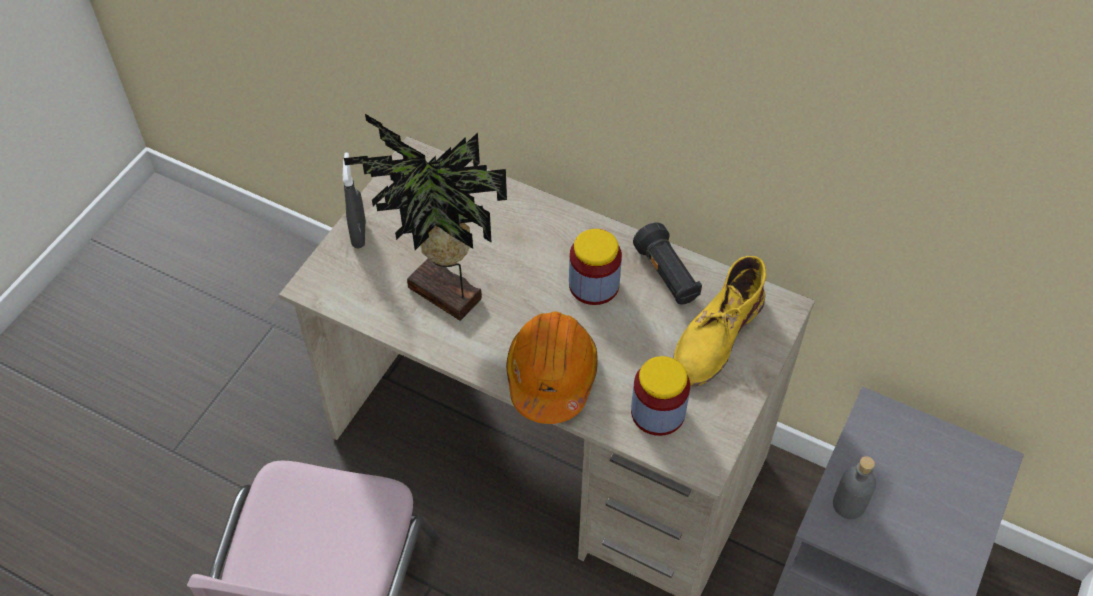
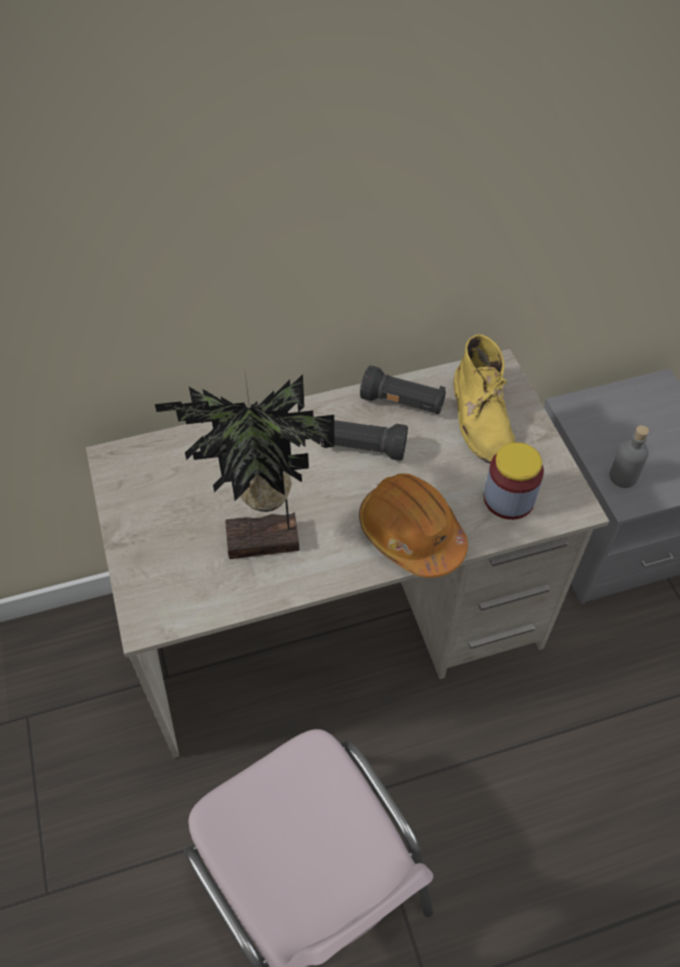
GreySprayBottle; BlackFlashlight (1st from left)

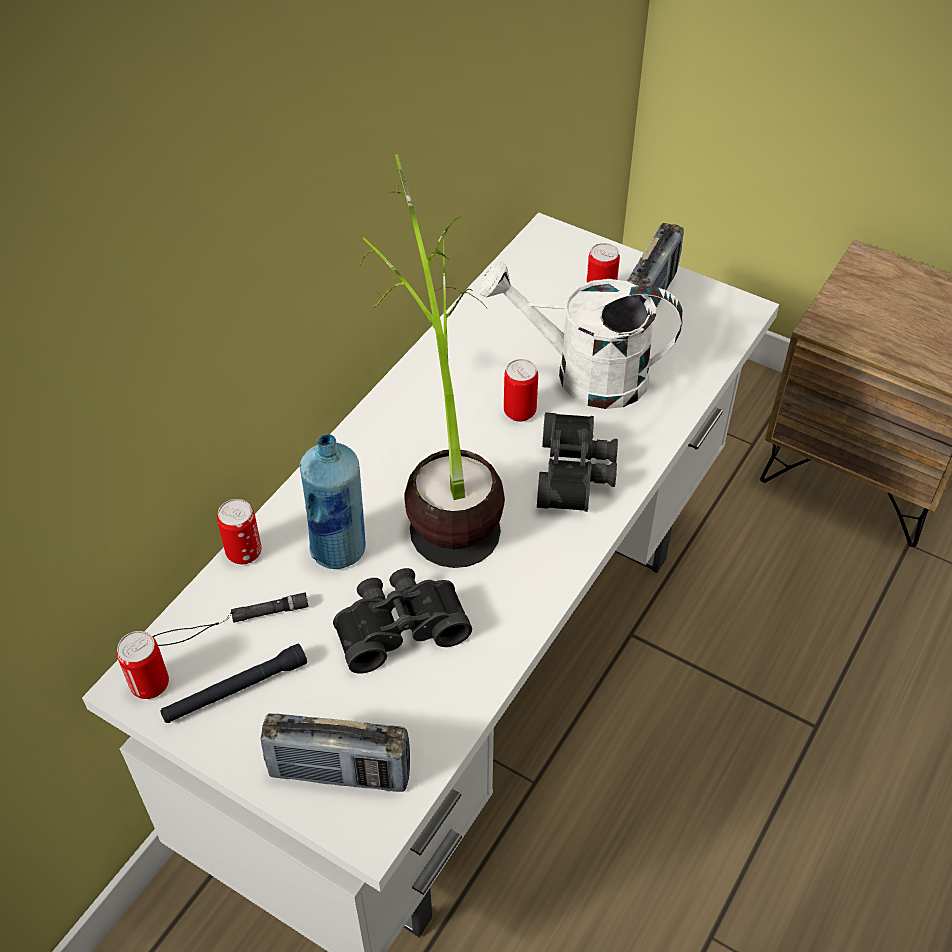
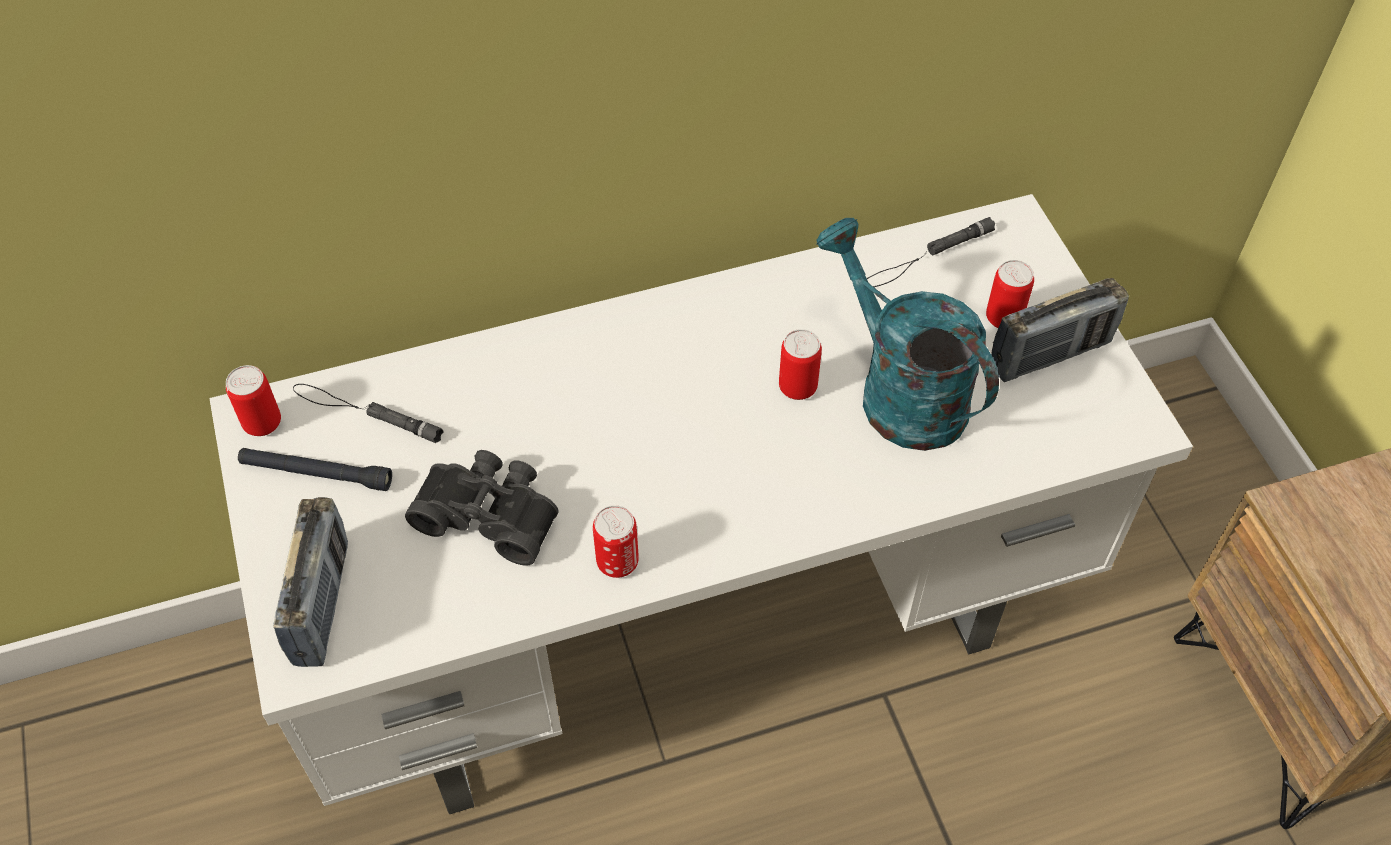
Can (2nd from left); Radio (1st from left); BlueBottle; PottedPlant; TurquoiseWateringCan; BlackBinoculars (2nd from left in the first image); BlackFlashlight (3rd from left)

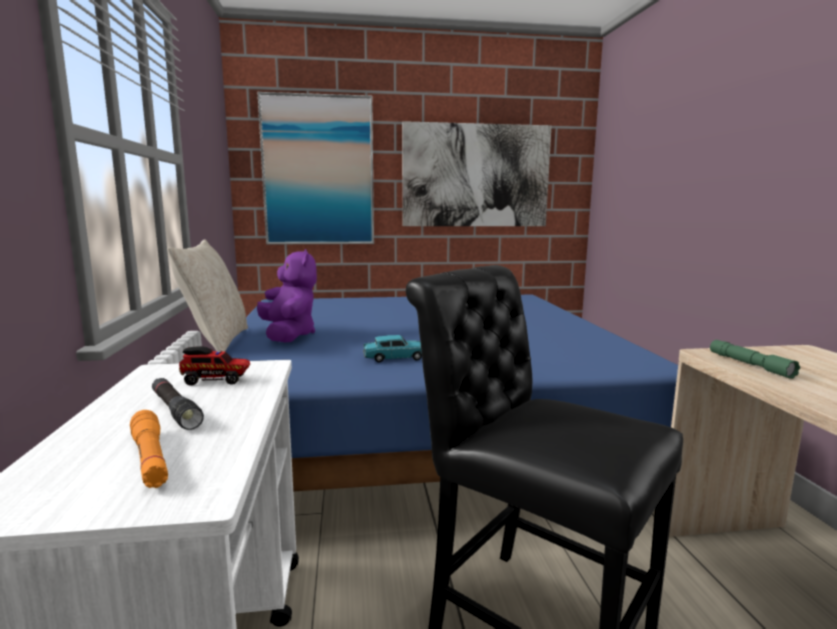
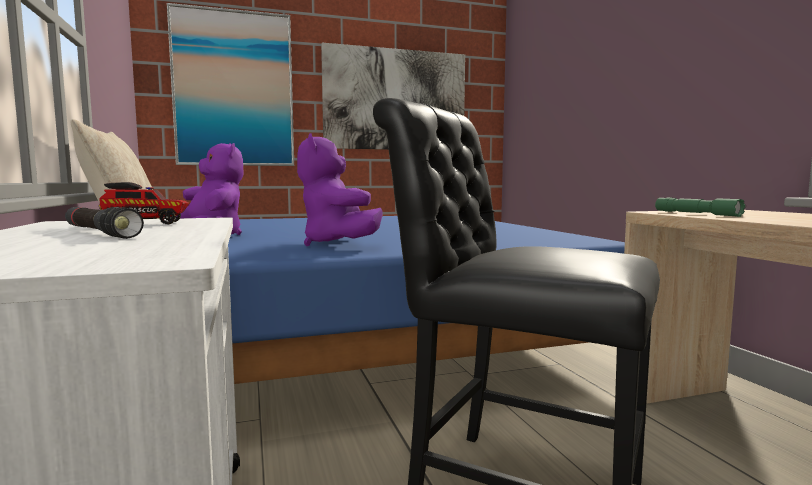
OrangeFlashlight; PurplePlushToy (2nd from left)

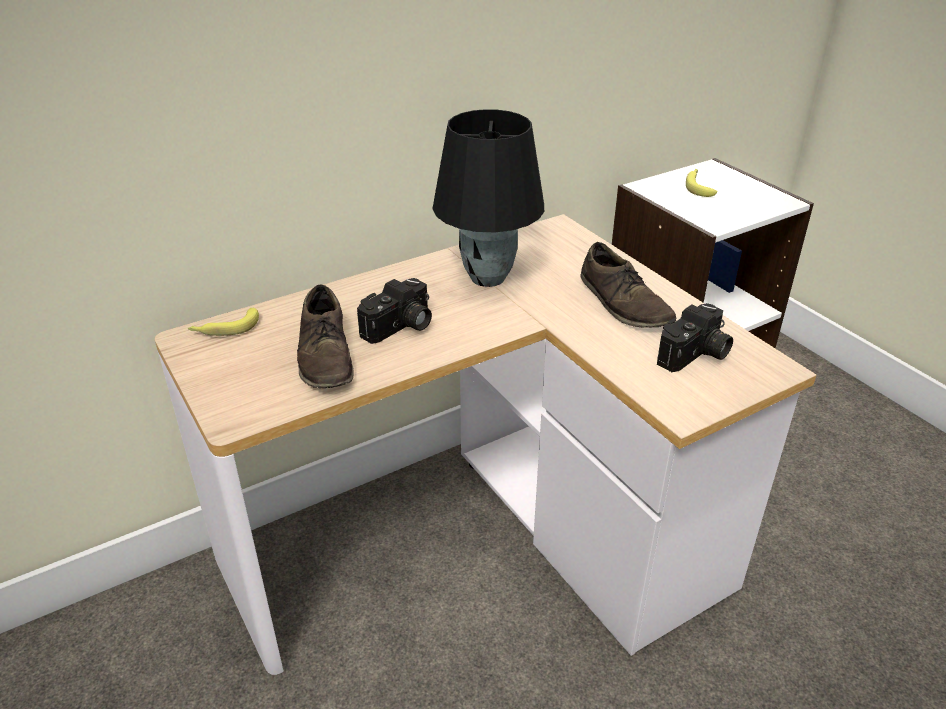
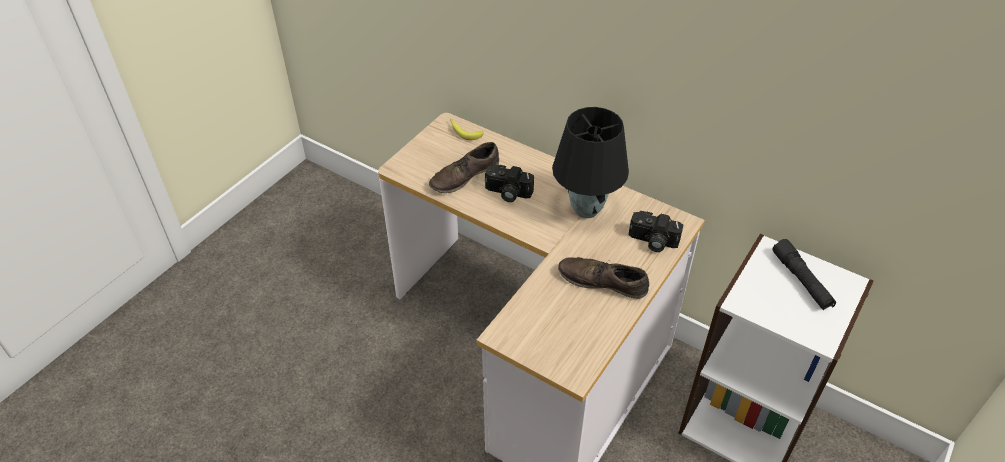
BrownShoe (2nd from left); PhotoCamera (2nd from left); BlackFlashlight

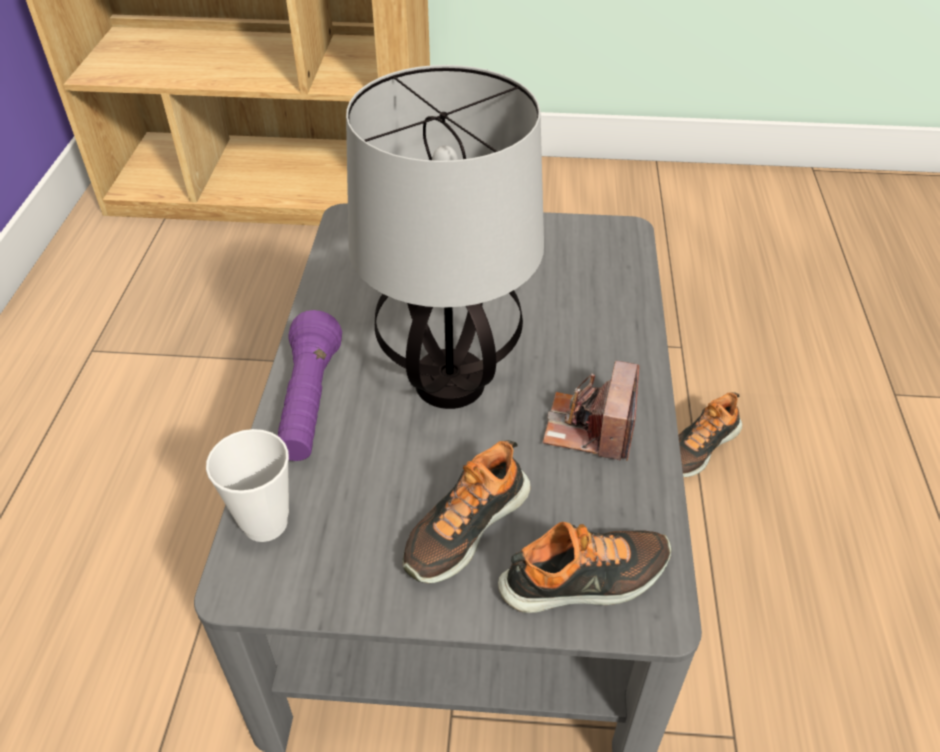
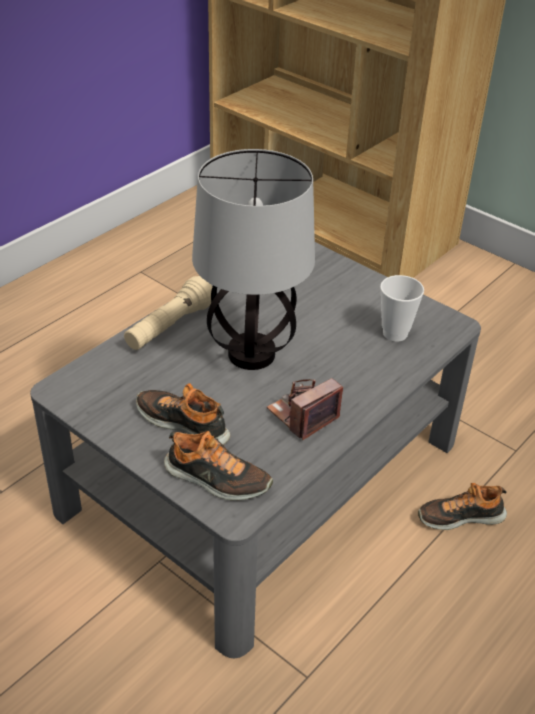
Cup; BeigeFlashlight; Shoe (1st from left)

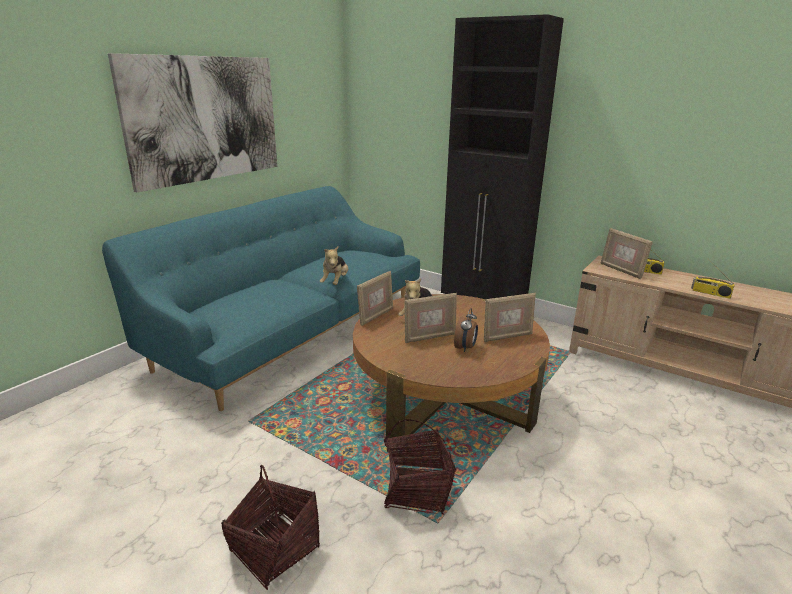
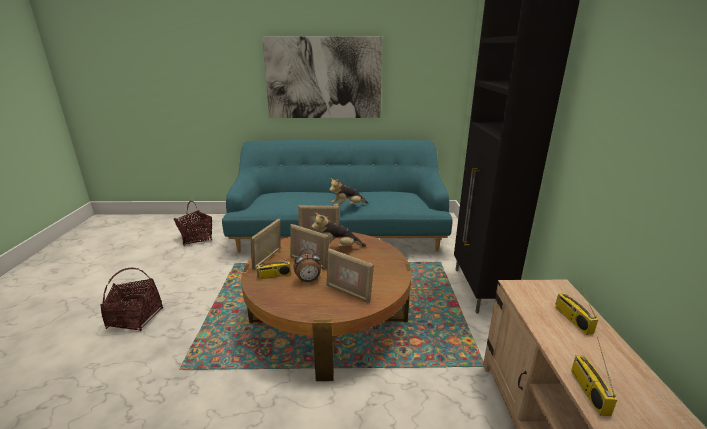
Basket (2nd from left); PictureFrame (1st from left); Radio (1st from left)

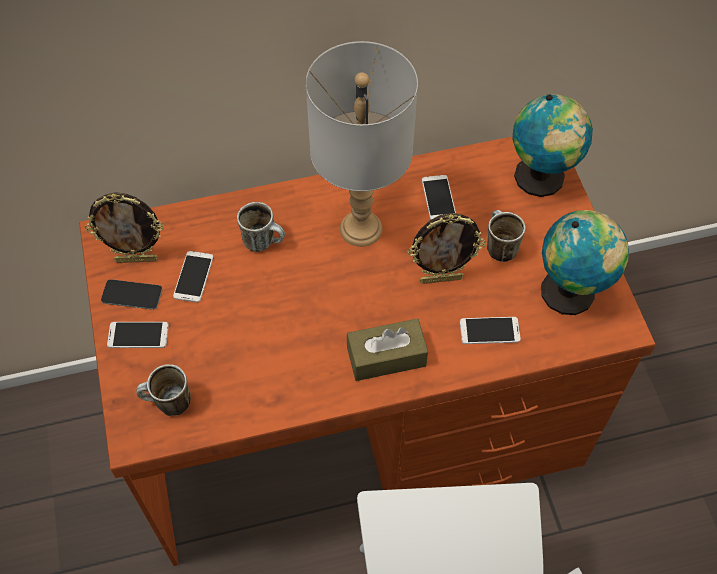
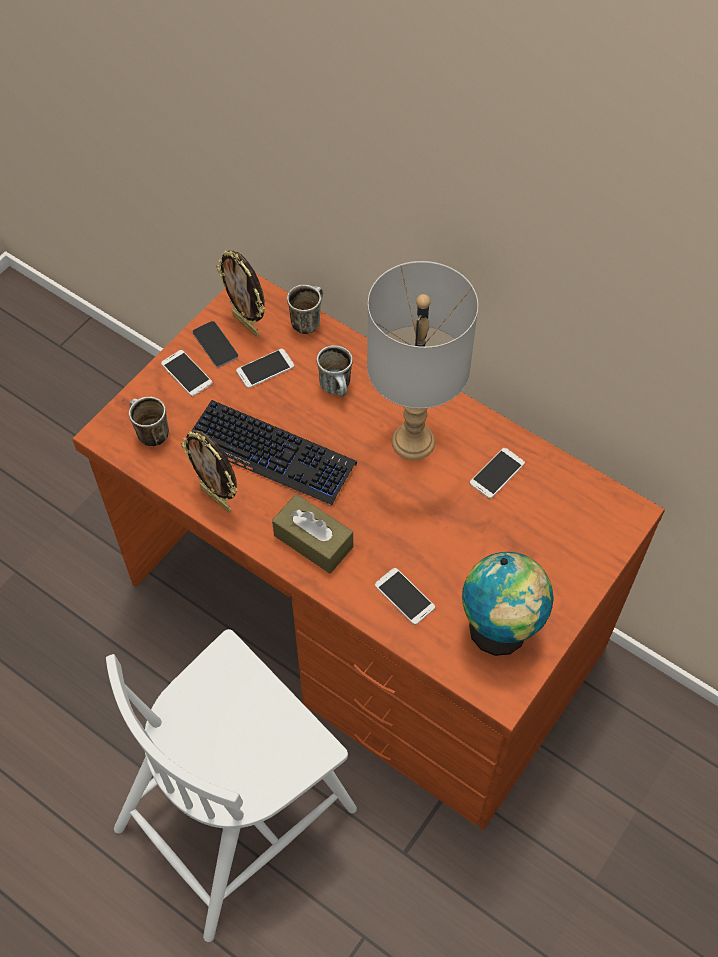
PictureFrame (1st from left); Mug (2nd from left); Globe (1st from left in the first image); Keyboard

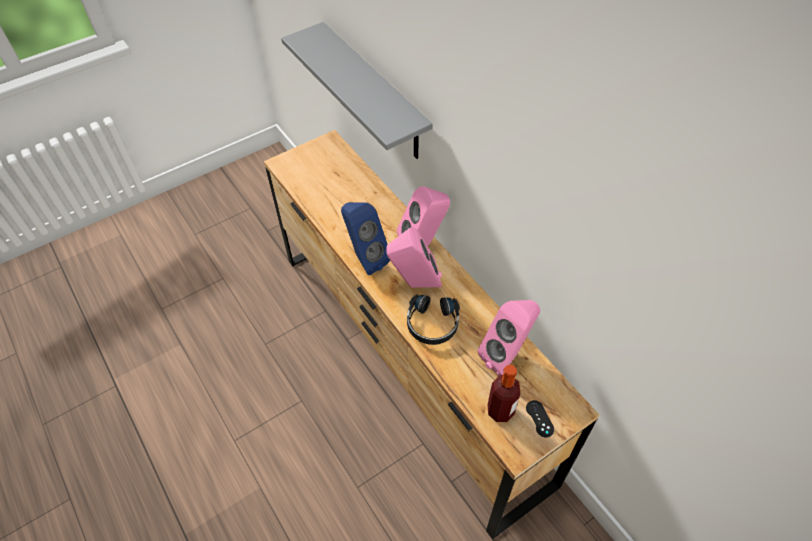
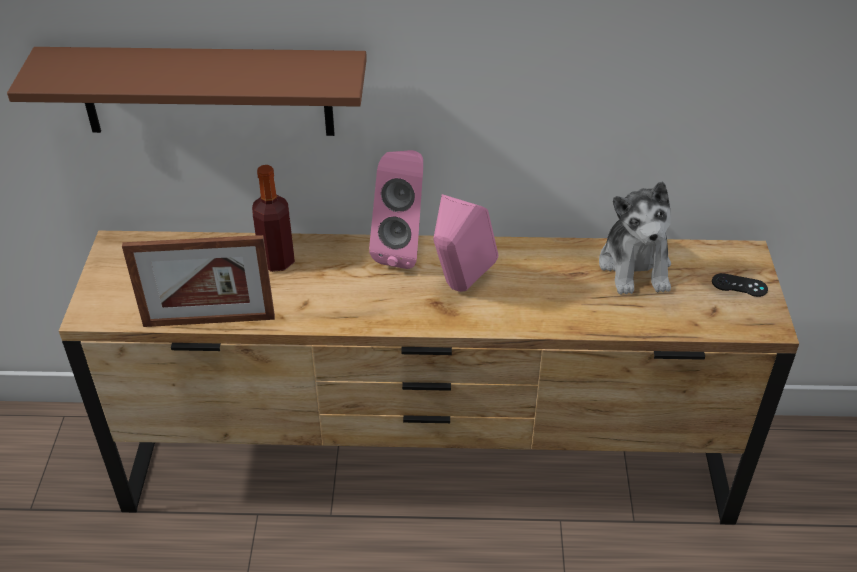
BrownShelf; BlueSpeaker; BlackHeadphones; PlushToy; Bottle; PictureFrame

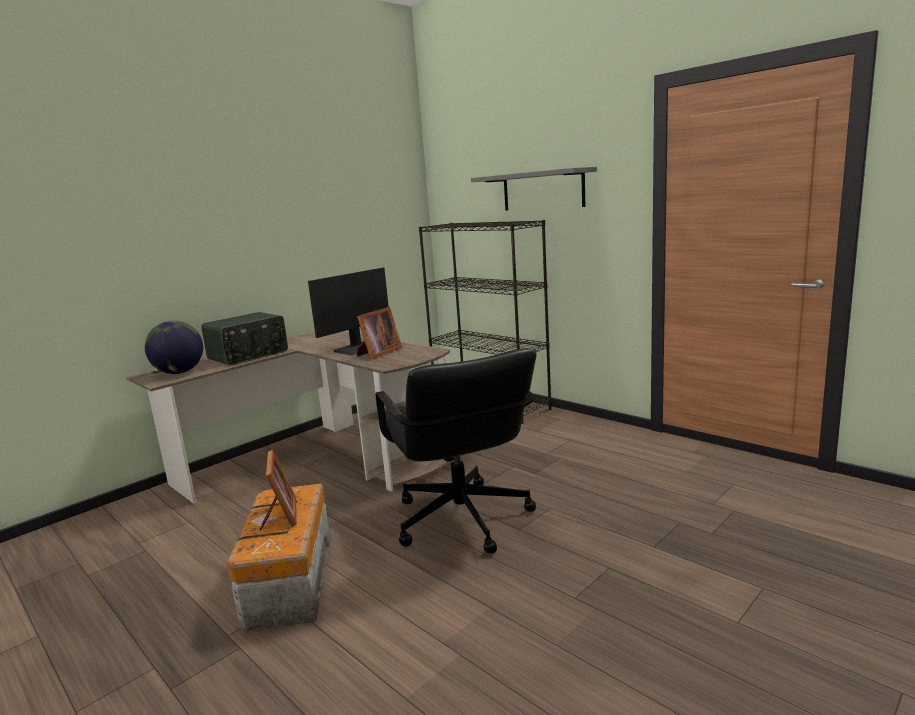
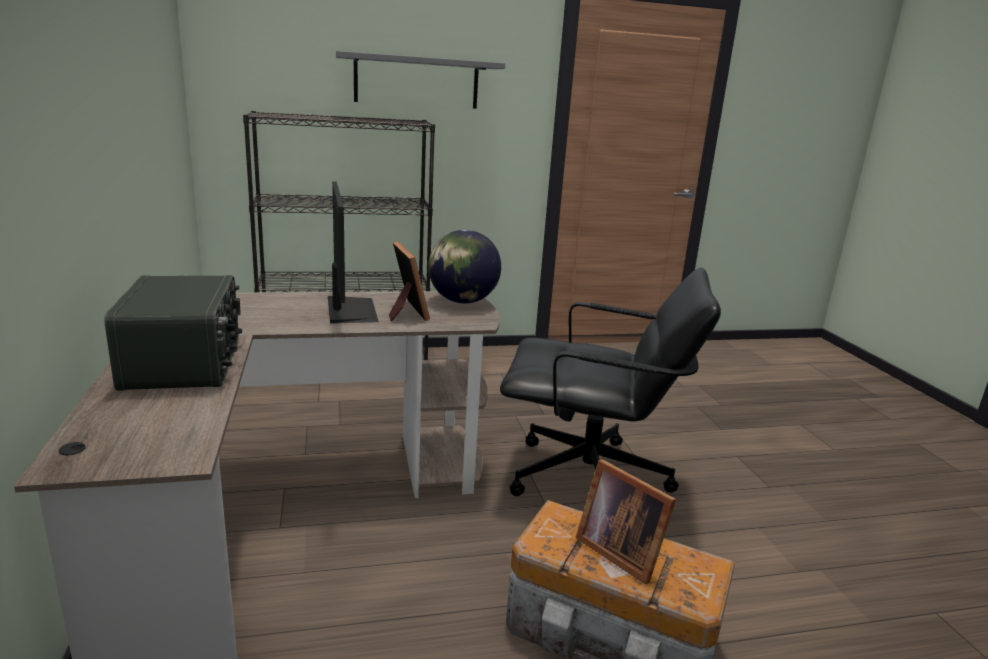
Globe; PictureFrame (2nd from left)

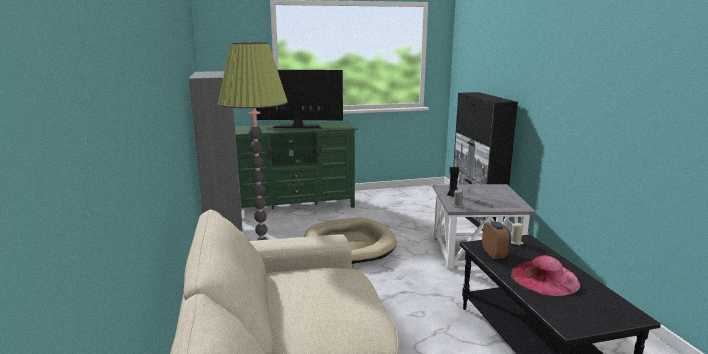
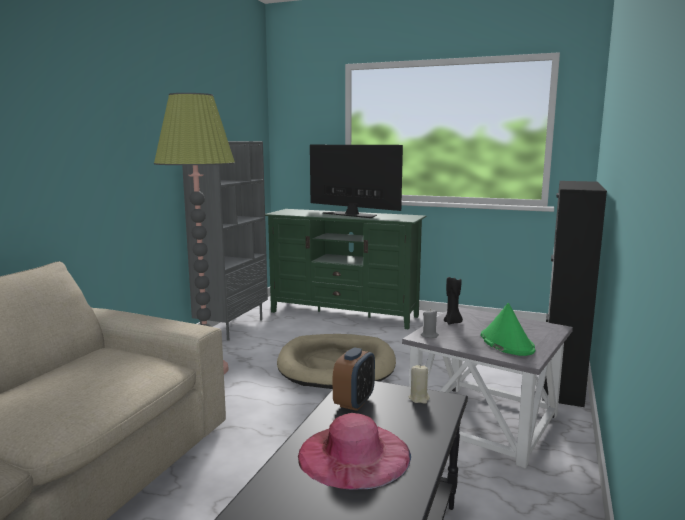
GreenHat

